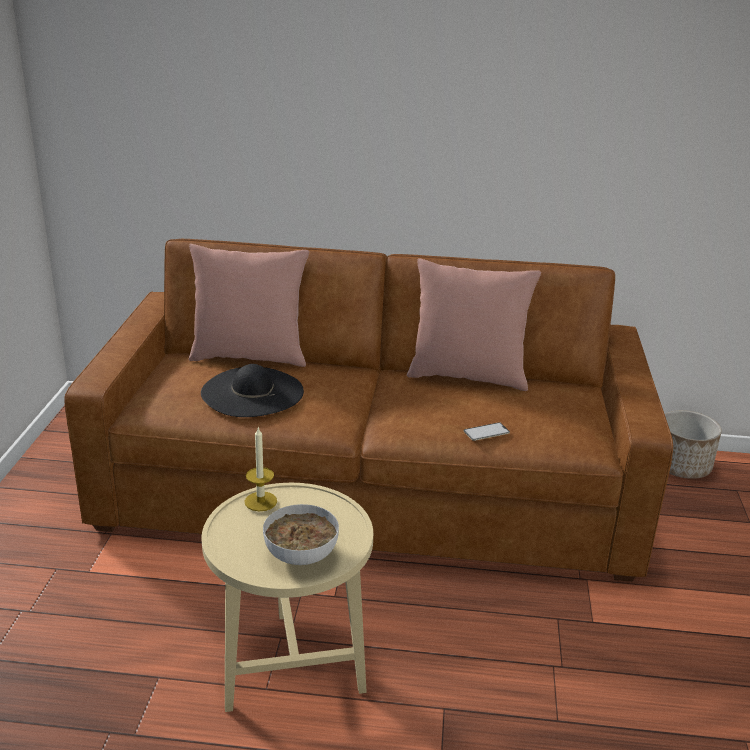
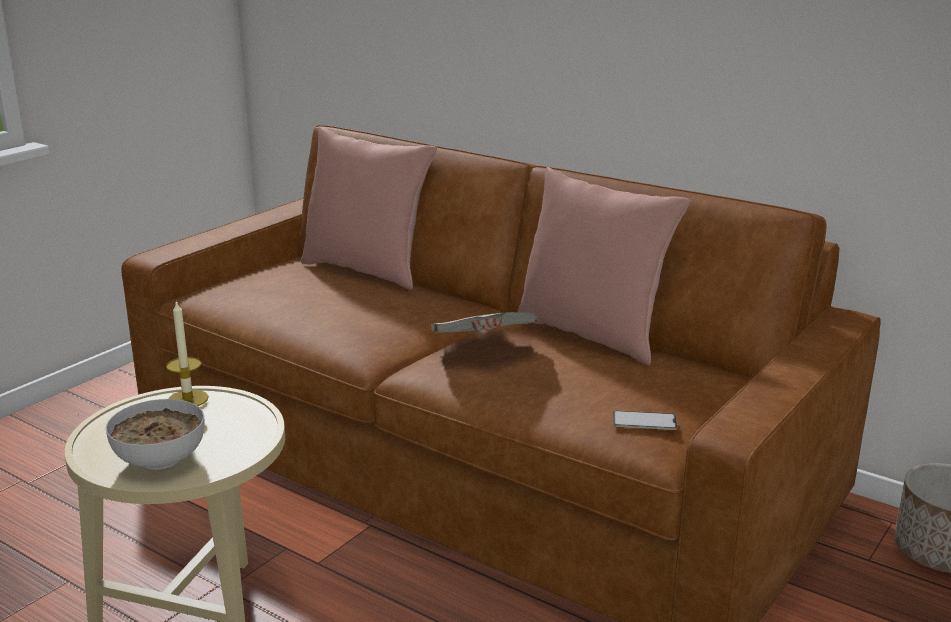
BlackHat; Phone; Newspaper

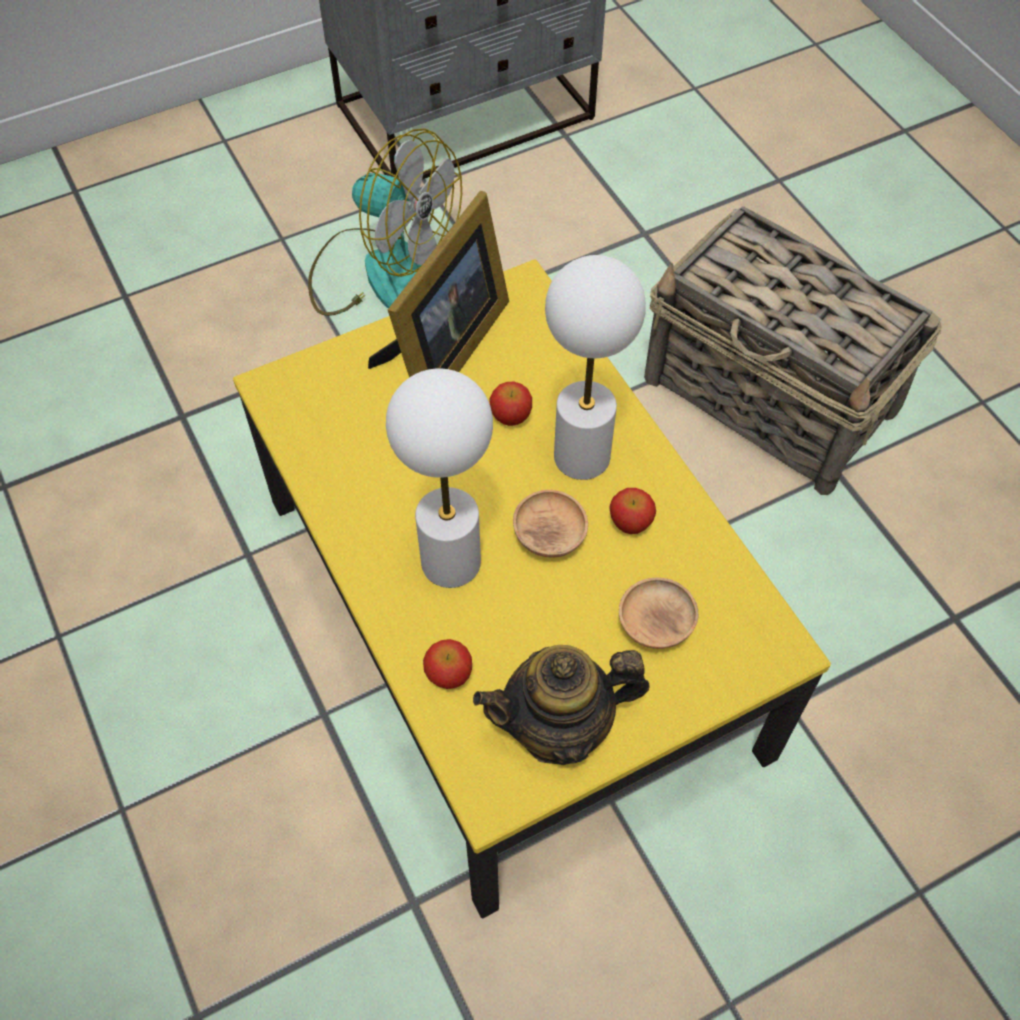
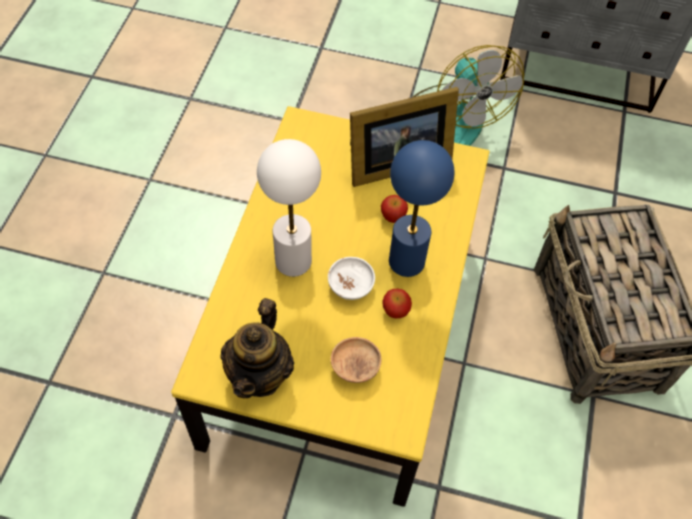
Apple (1st from left in the first image); Teapot; WhiteBowl; BlueTableLamp

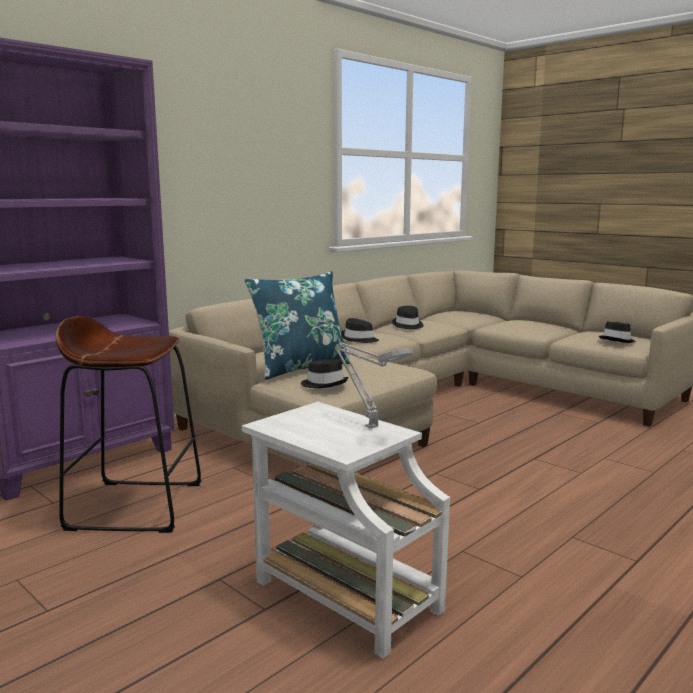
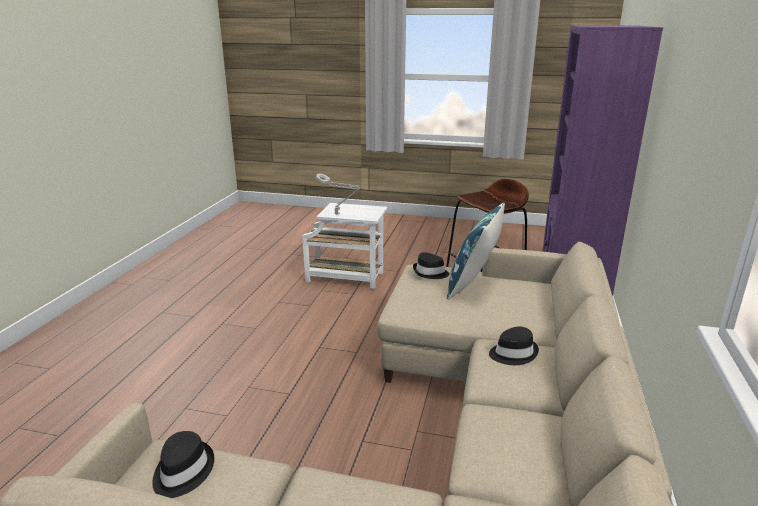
BlackHat (3rd from left in the first image)

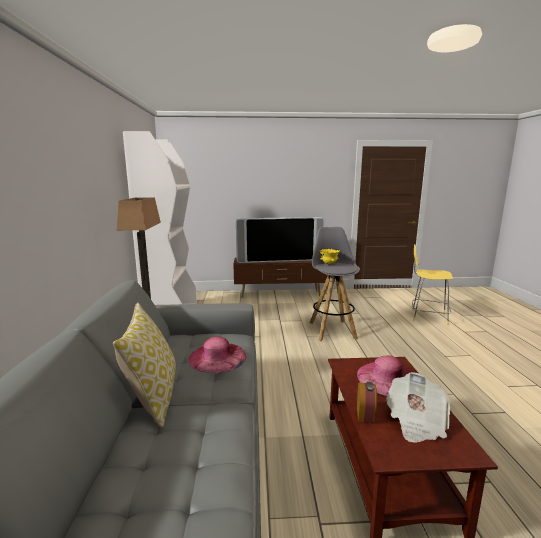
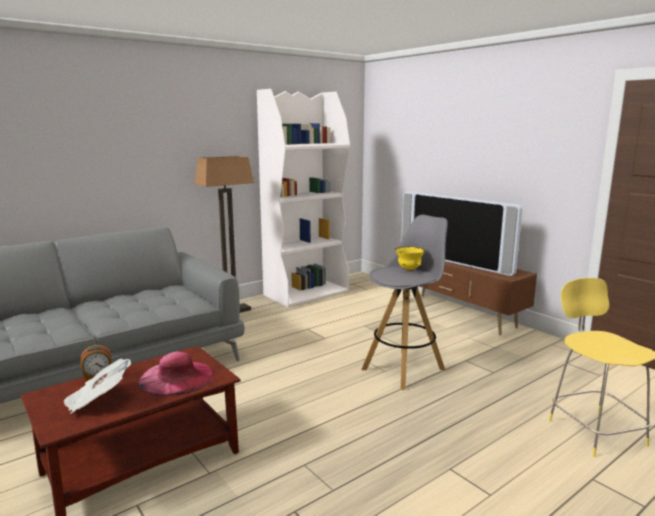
Pillow; PinkHat (1st from left in the first image)

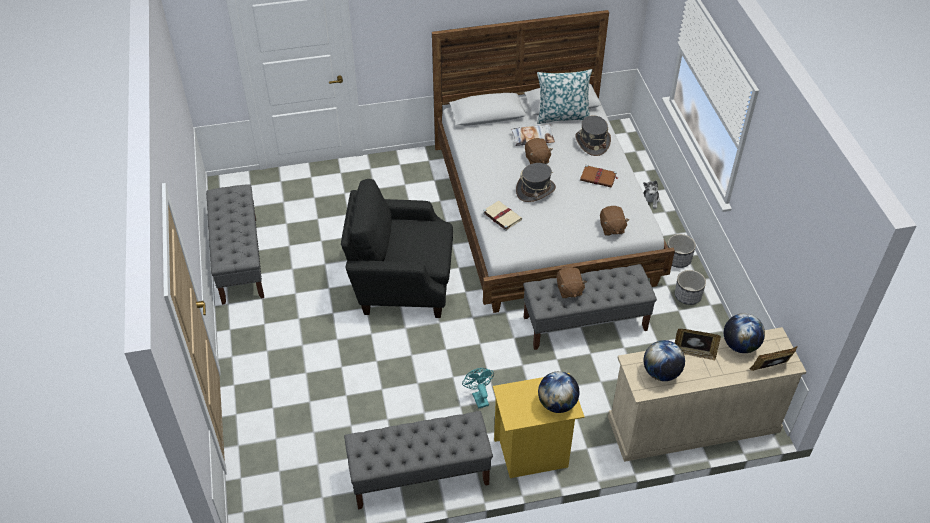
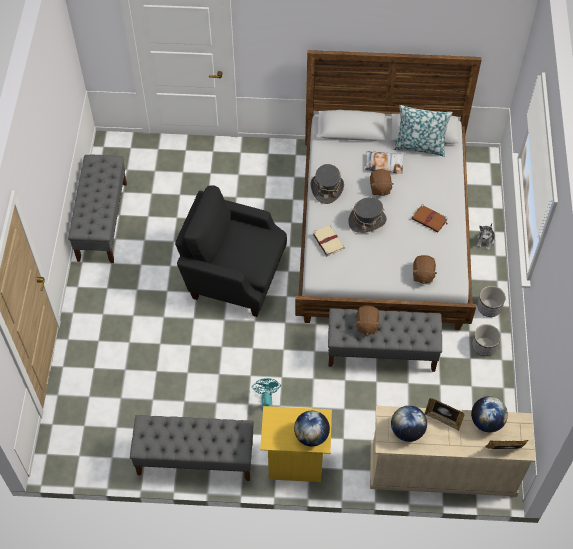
GreyHat (1st from left)

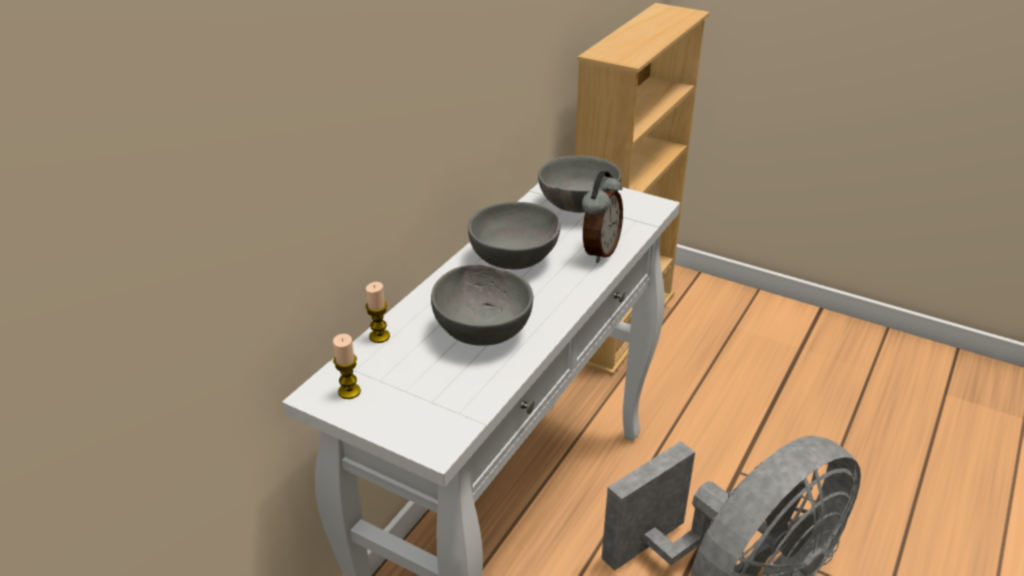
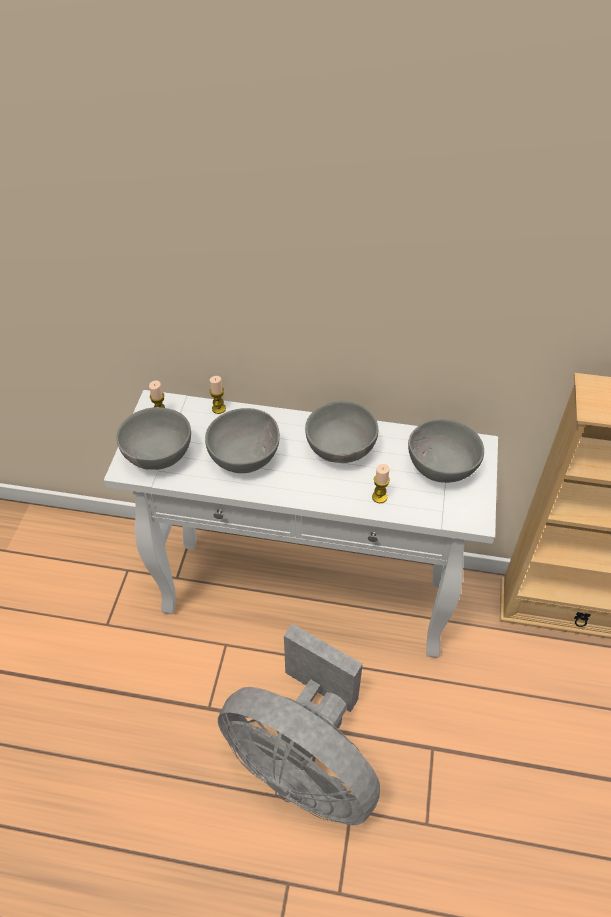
Candle (3rd from left); GreyBowl (1st from left)

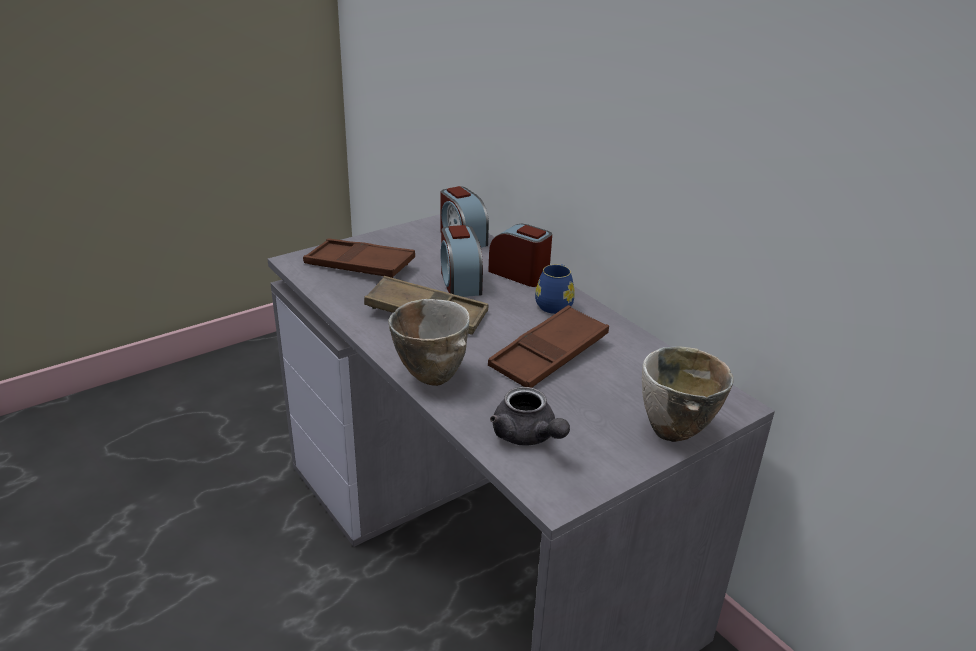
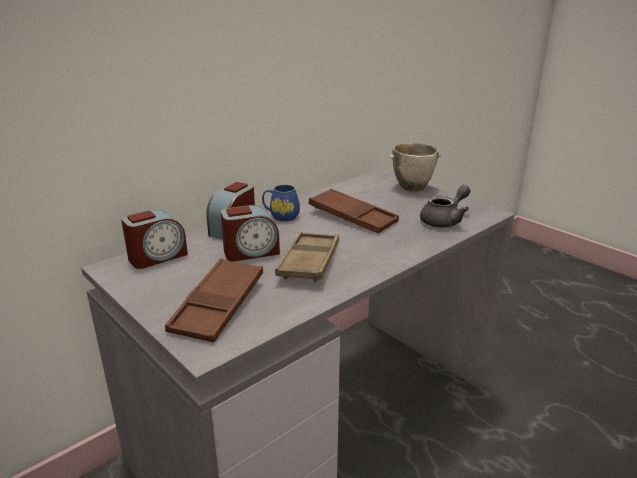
Bowl (1st from left in the first image)

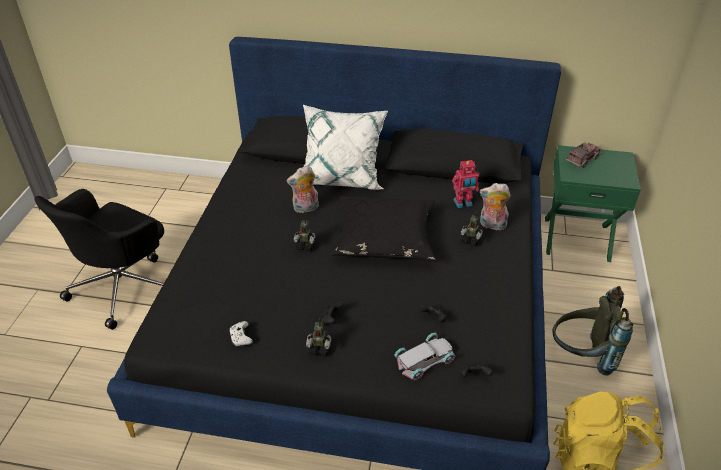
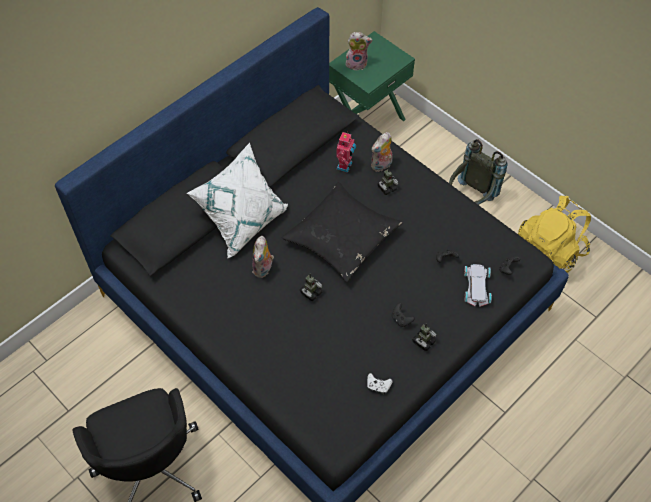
PlushToy (2nd from left)

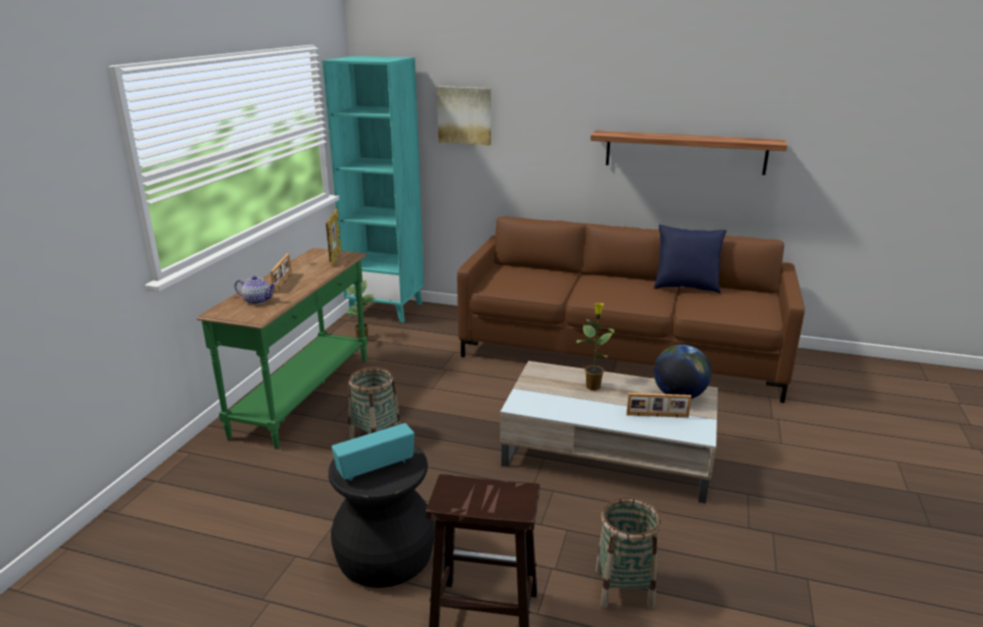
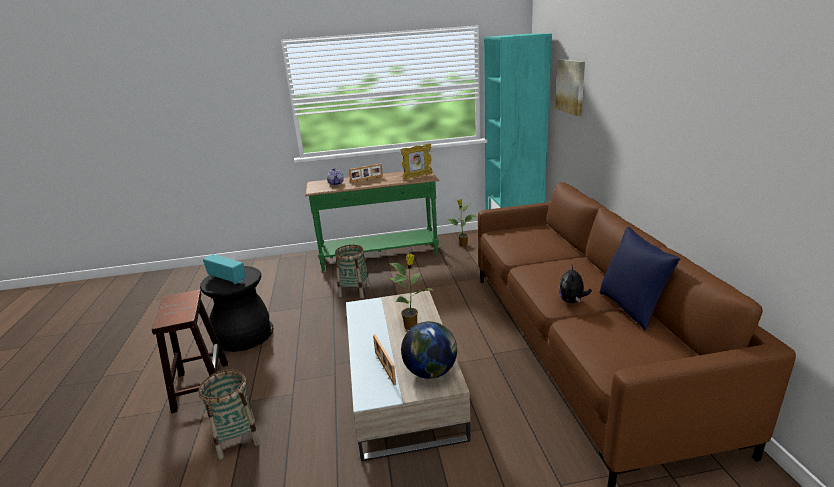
Shelf; PlushToy

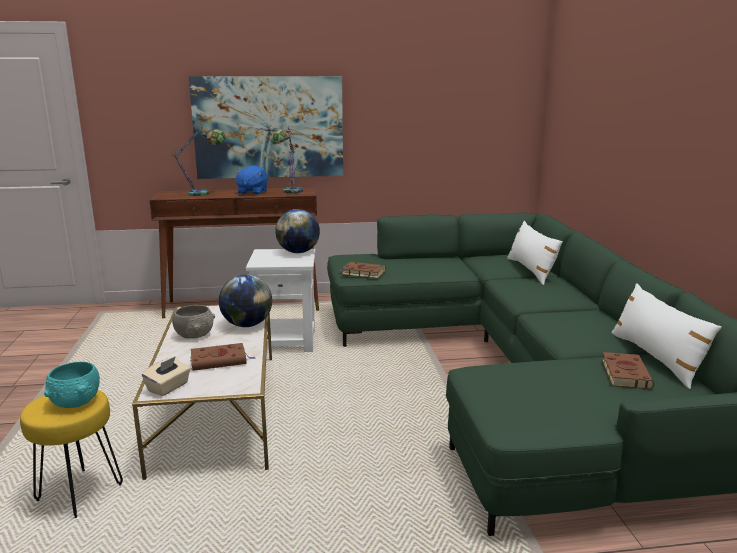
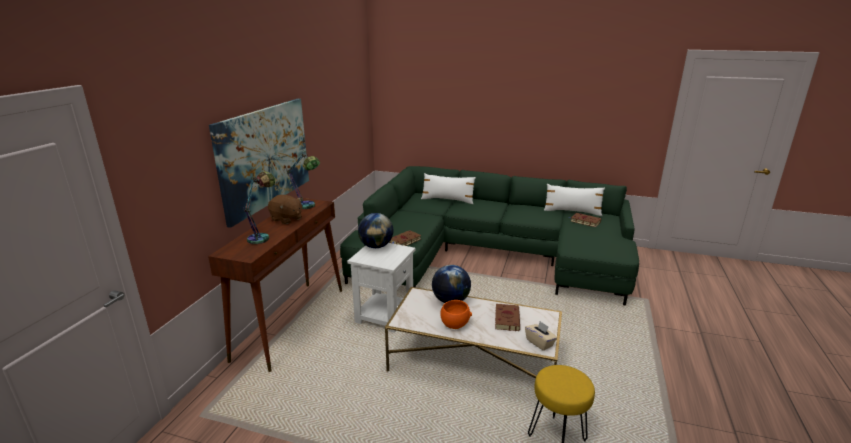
TurquoiseBowl; OrangeBowl; BrownPlushToy

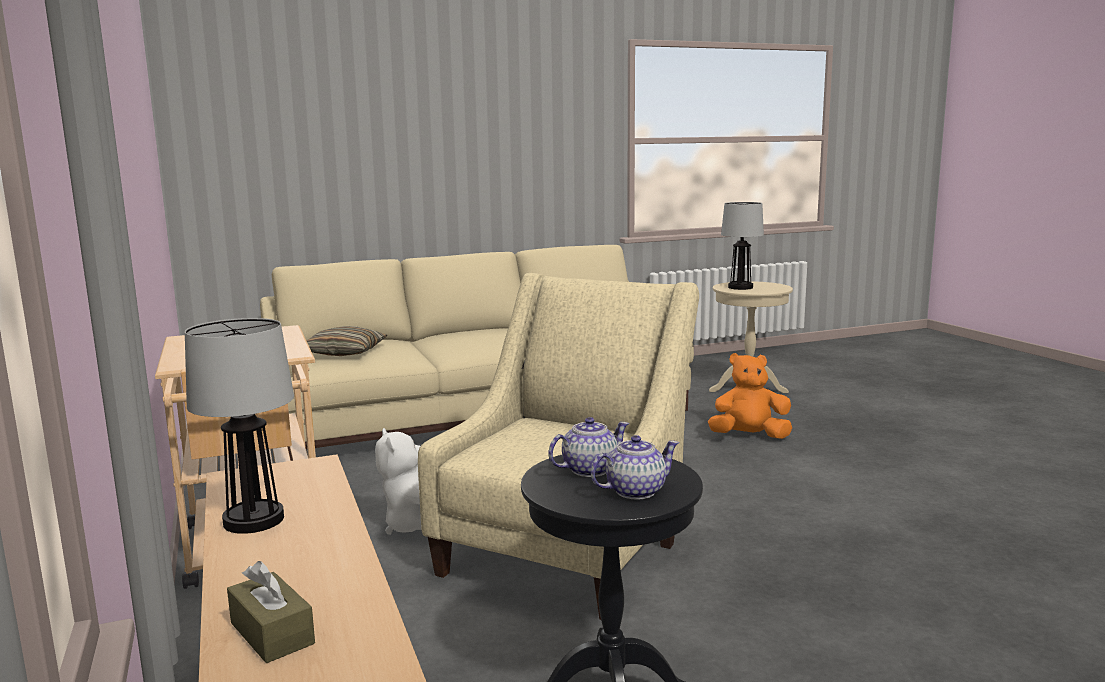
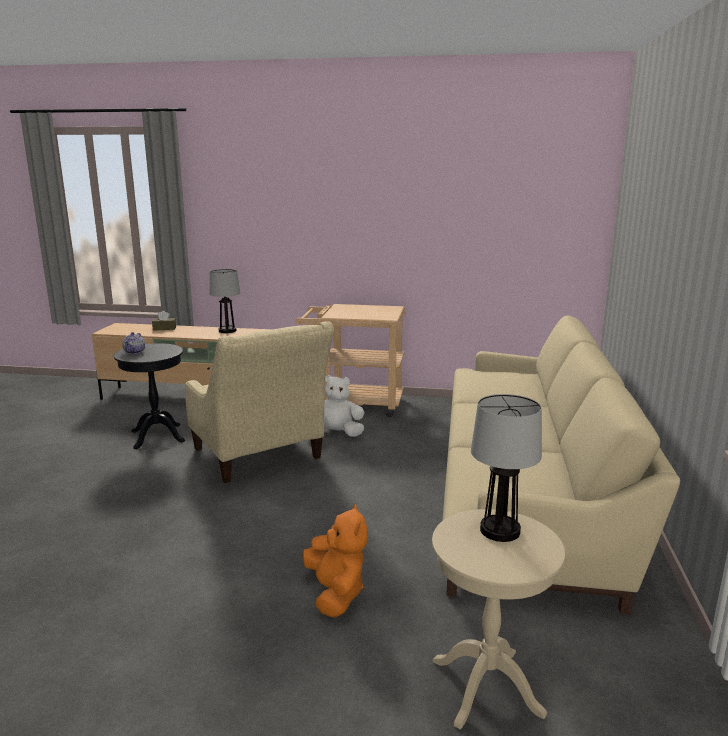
Pillow; Teapot (1st from left in the first image); OrangePlushToy

